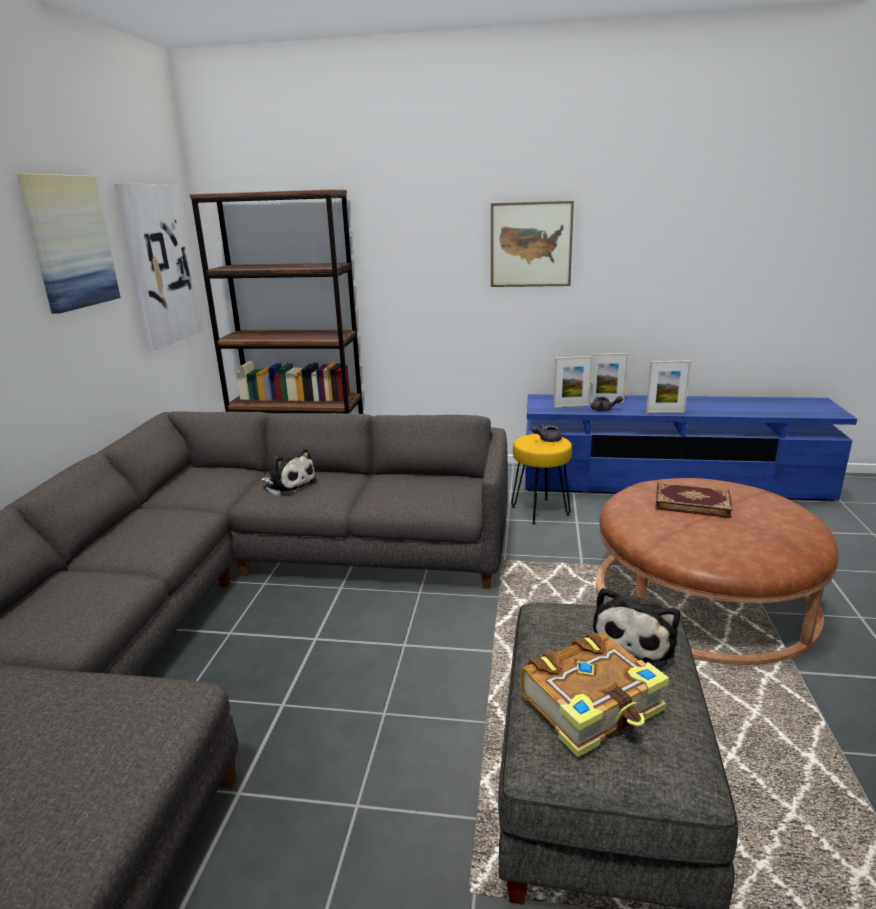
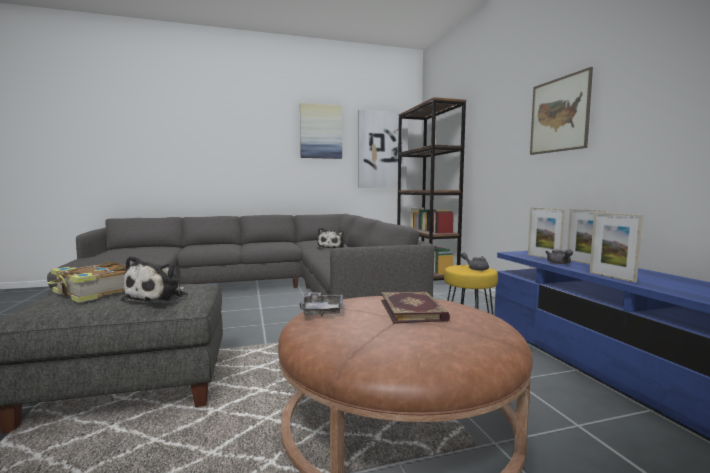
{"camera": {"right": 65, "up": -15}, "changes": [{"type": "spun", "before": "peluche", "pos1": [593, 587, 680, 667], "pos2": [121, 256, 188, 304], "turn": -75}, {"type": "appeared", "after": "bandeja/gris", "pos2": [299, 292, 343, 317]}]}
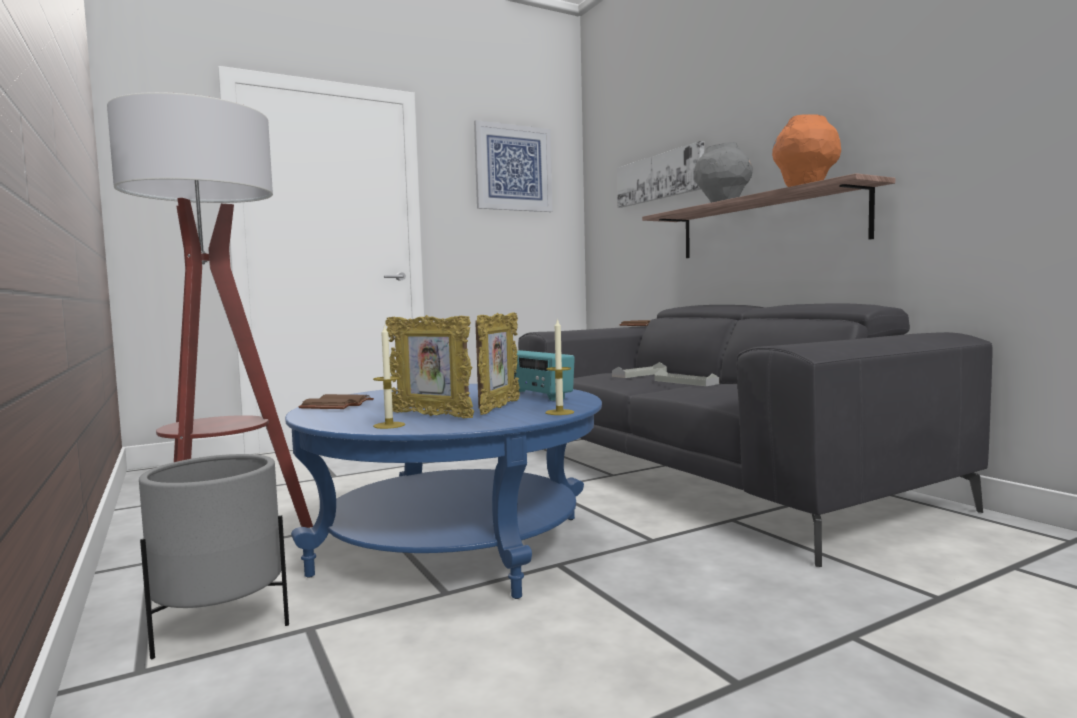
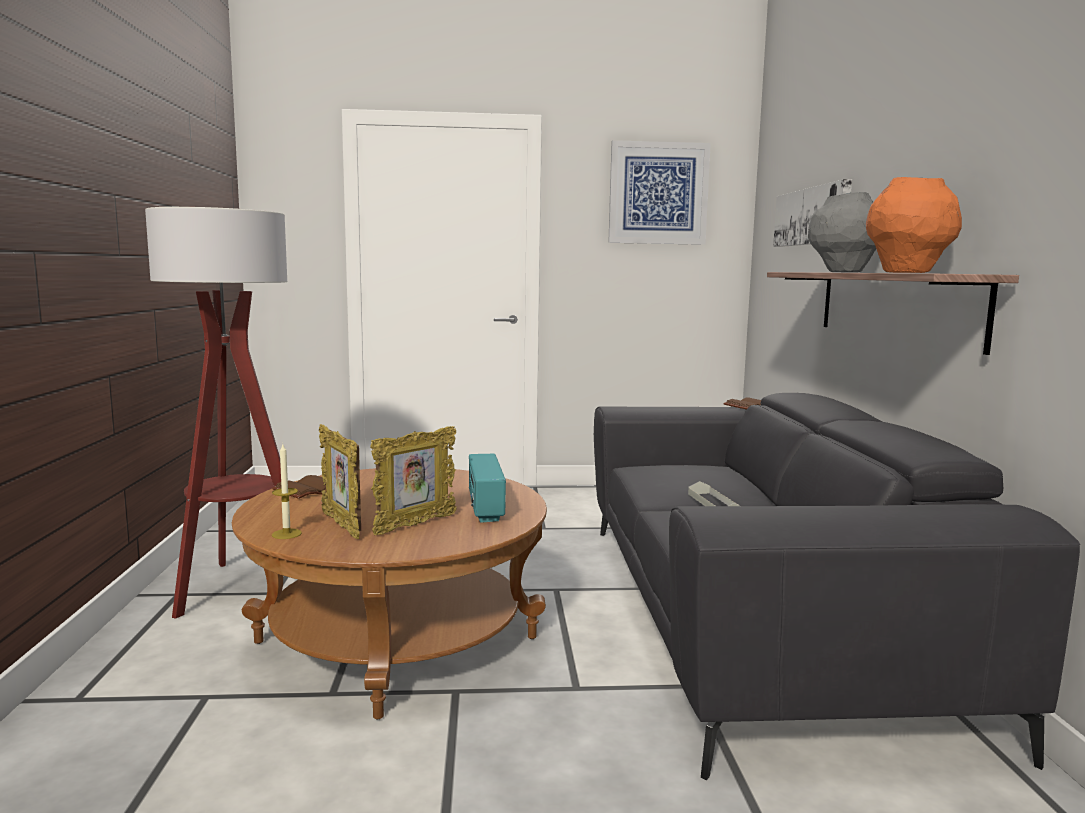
{"camera": {"right": 25, "up": 5}, "changes": [{"type": "colour", "before": "mesa de centro/azul", "after": "mesa de centro/marrón", "pos1": [285, 384, 602, 599], "pos2": [232, 468, 547, 719]}, {"type": "missing", "before": "maceta/gris", "pos1": [139, 454, 289, 659]}, {"type": "missing", "before": "vela", "pos1": [545, 318, 574, 415]}, {"type": "missing", "before": "bandeja/gris", "pos1": [612, 362, 667, 378]}]}
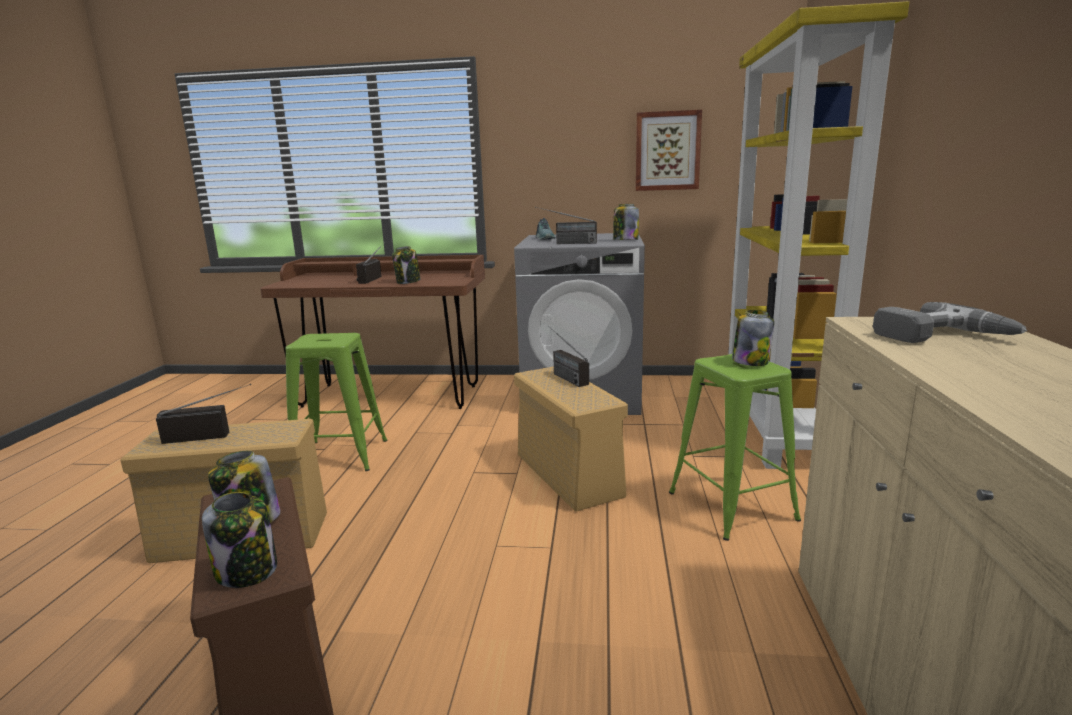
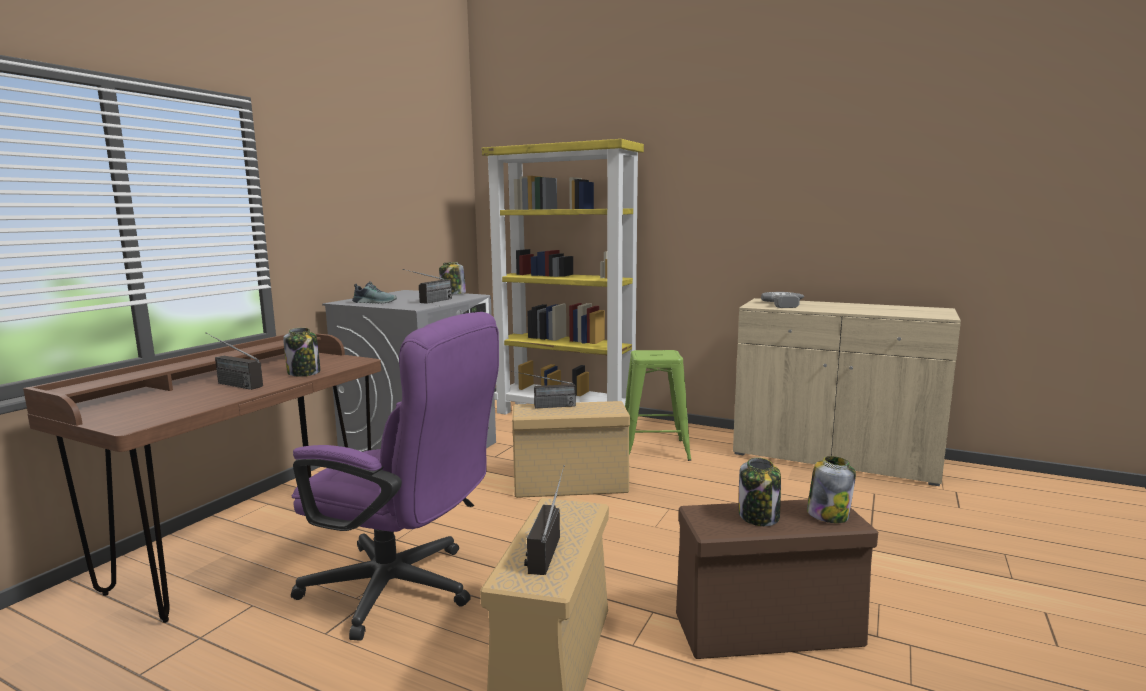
{"camera": {"right": -70, "up": -5}, "changes": [{"type": "exchanged", "before": "taburete/verde", "after": "silla de oficina/morado", "pos1": [285, 333, 387, 471], "pos2": [291, 312, 499, 641]}, {"type": "missing", "before": "cuadro", "pos1": [636, 110, 702, 191]}, {"type": "missing", "before": "tarro", "pos1": [732, 310, 774, 366]}]}
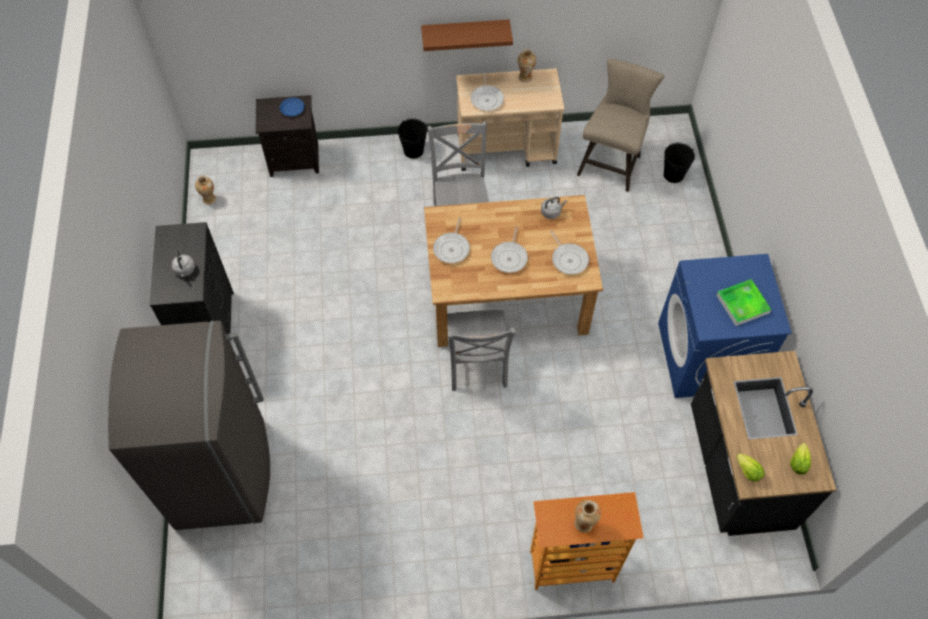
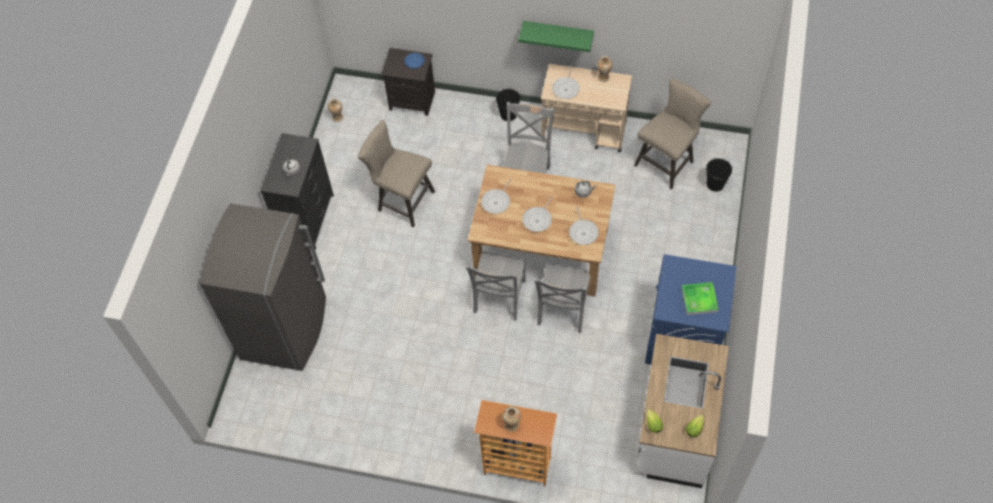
{"camera": {"right": 20, "up": 0}, "changes": [{"type": "appeared", "after": "taburete/beis", "pos2": [358, 120, 435, 228]}, {"type": "colour", "before": "estante/marrón", "after": "estante/verde", "pos1": [421, 19, 513, 51], "pos2": [518, 21, 594, 52]}, {"type": "appeared", "after": "silla/gris", "pos2": [534, 263, 591, 333]}, {"type": "colour", "before": "mueble bajo de cocina/negro", "after": "mueble bajo de cocina/blanco", "pos1": [691, 351, 836, 536], "pos2": [638, 334, 729, 488]}]}
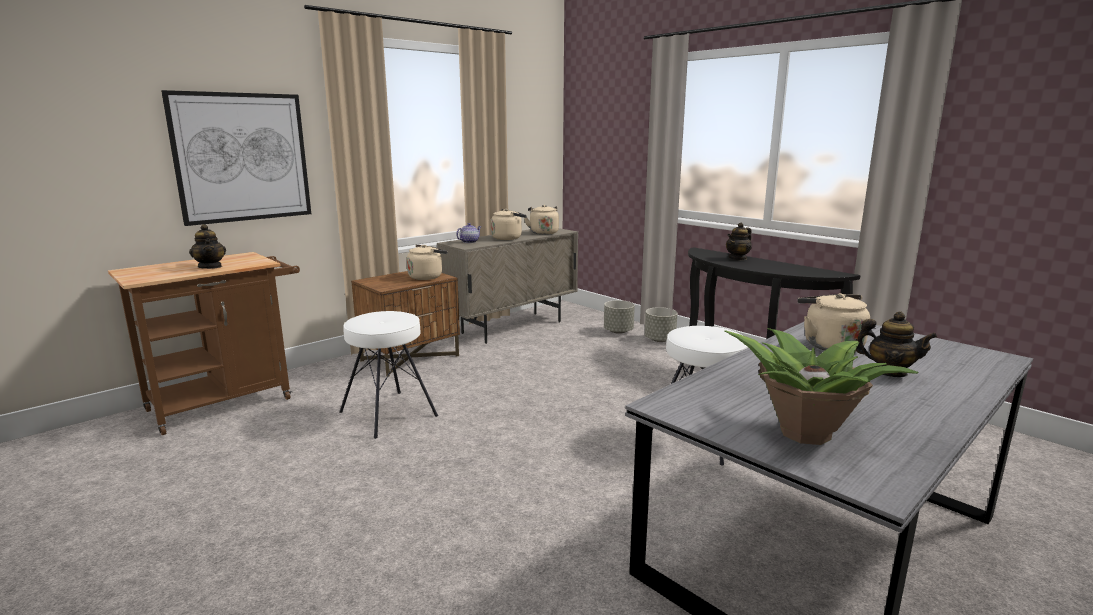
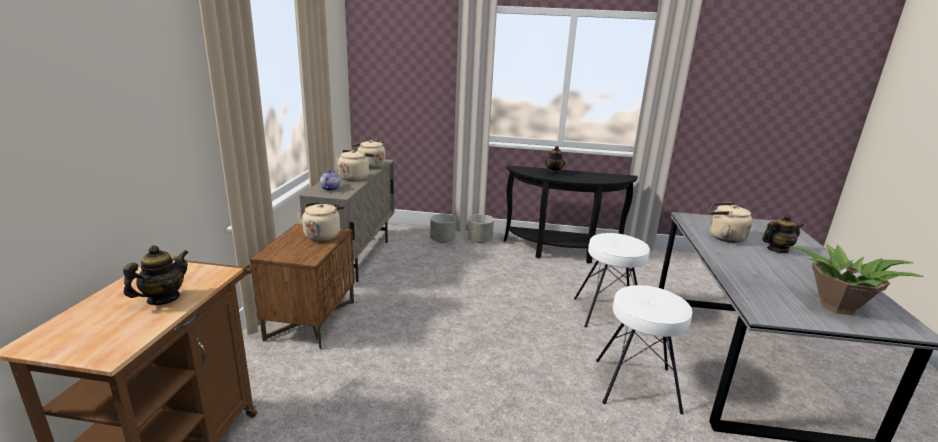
{"camera": {"right": -40, "up": 5}, "changes": [{"type": "spun", "before": "tetera", "pos1": [189, 224, 226, 269], "pos2": [123, 245, 189, 305], "turn": -75}, {"type": "relocated", "before": "taburete/blanco", "pos1": [339, 311, 438, 439], "pos2": [596, 285, 692, 415]}, {"type": "missing", "before": "cuadro", "pos1": [161, 90, 311, 226]}]}
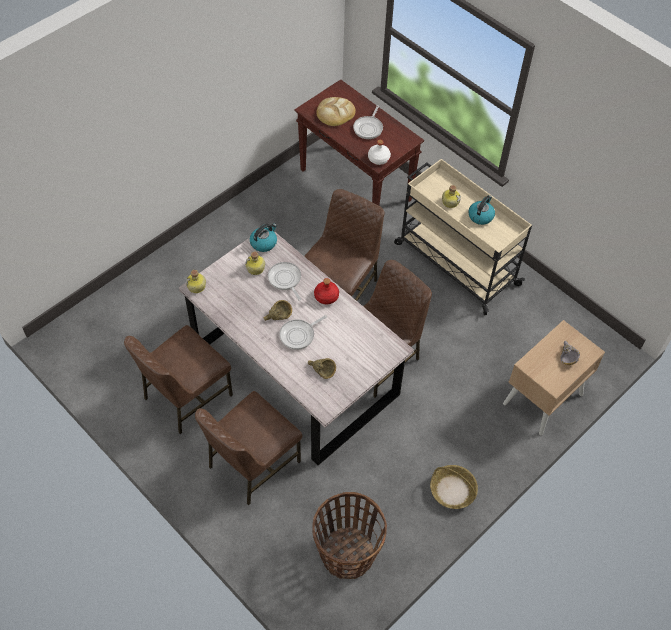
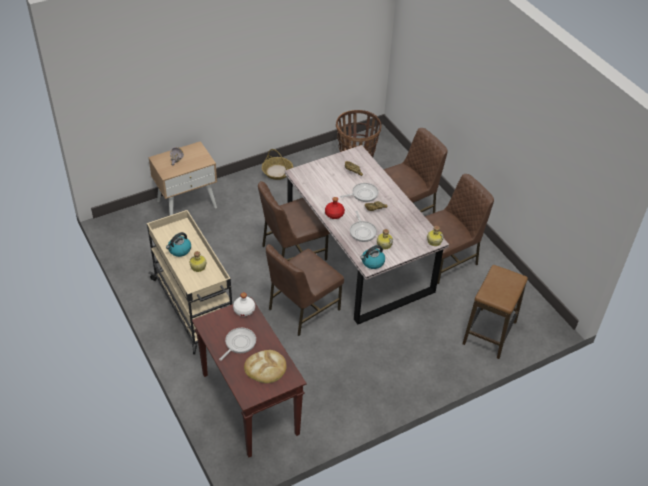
{"camera": {"right": -165, "up": -10}, "changes": [{"type": "appeared", "after": "taburete", "pos2": [462, 265, 528, 359]}]}
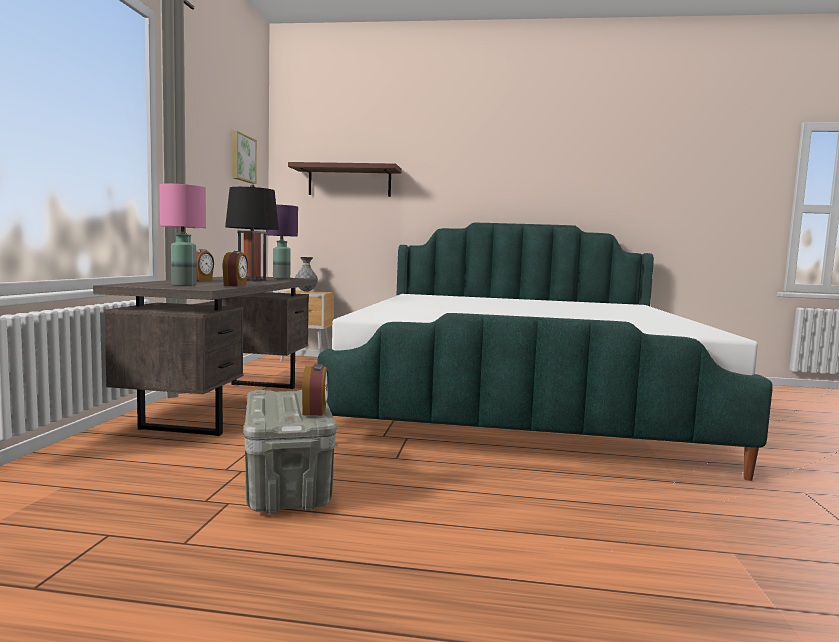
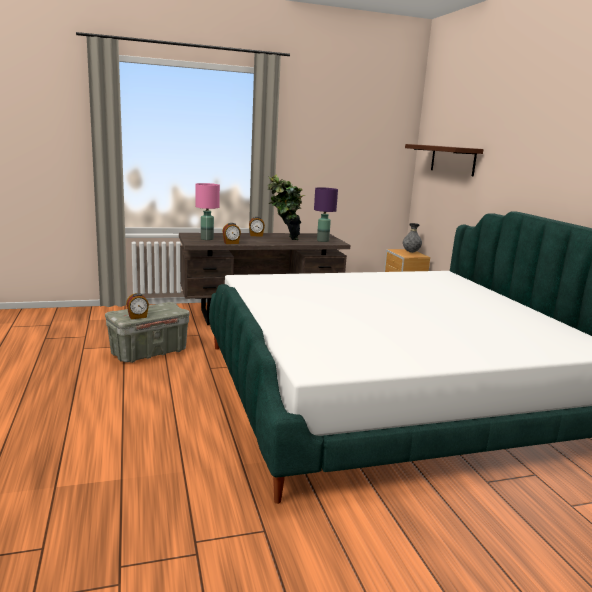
{"camera": {"right": 65, "up": 10}, "changes": [{"type": "exchanged", "before": "lámpara de mesa/negro", "after": "planta en maceta", "pos1": [225, 184, 279, 281], "pos2": [267, 174, 305, 240]}, {"type": "missing", "before": "cuadro", "pos1": [232, 131, 257, 184]}]}
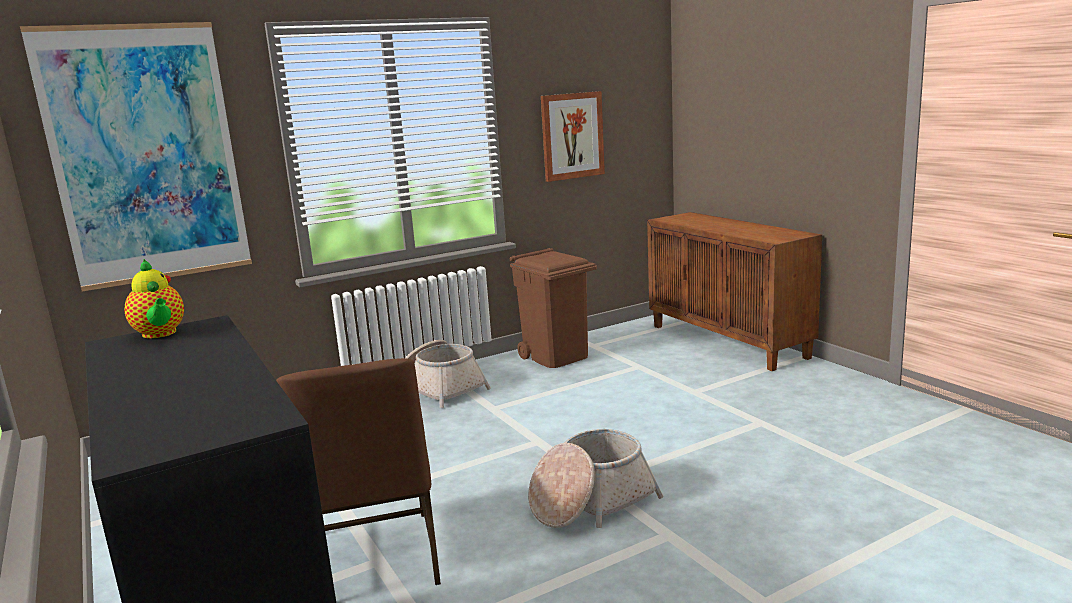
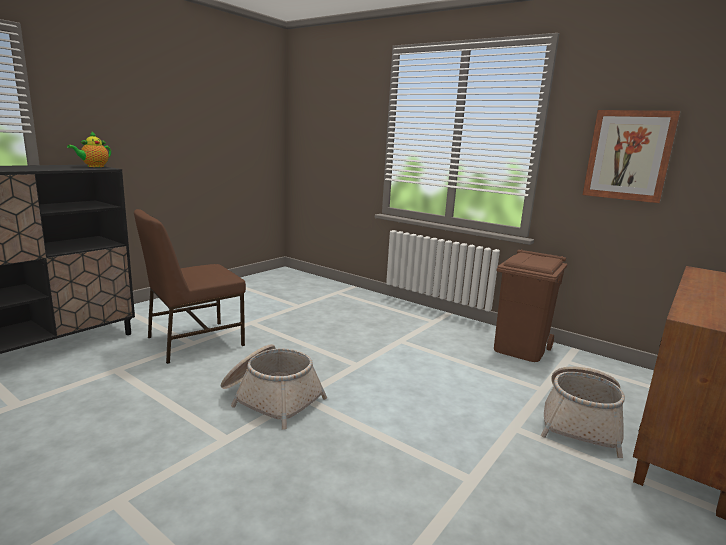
{"camera": {"right": 65, "up": 0}, "changes": [{"type": "relocated", "before": "cesta", "pos1": [406, 340, 491, 408], "pos2": [541, 367, 625, 458]}, {"type": "missing", "before": "cuadro", "pos1": [20, 22, 252, 292]}]}
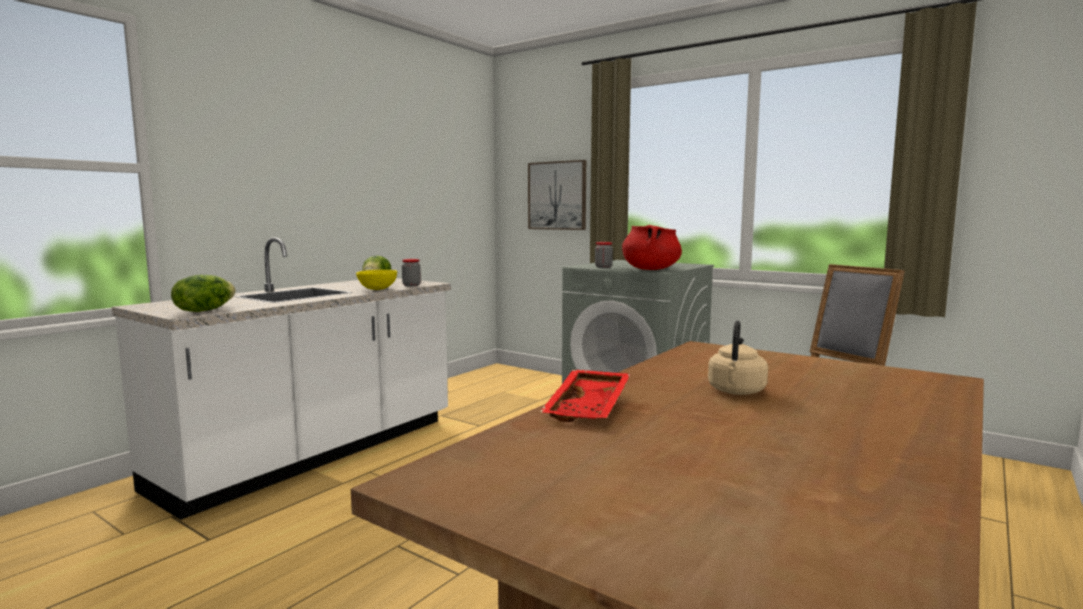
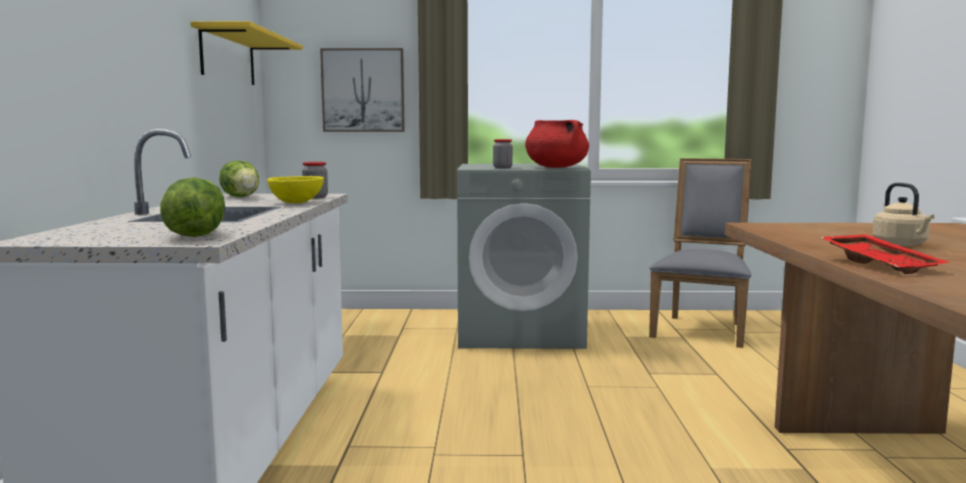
{"camera": {"right": -35, "up": 0}, "changes": [{"type": "appeared", "after": "estante/amarillo", "pos2": [191, 21, 303, 85]}]}
